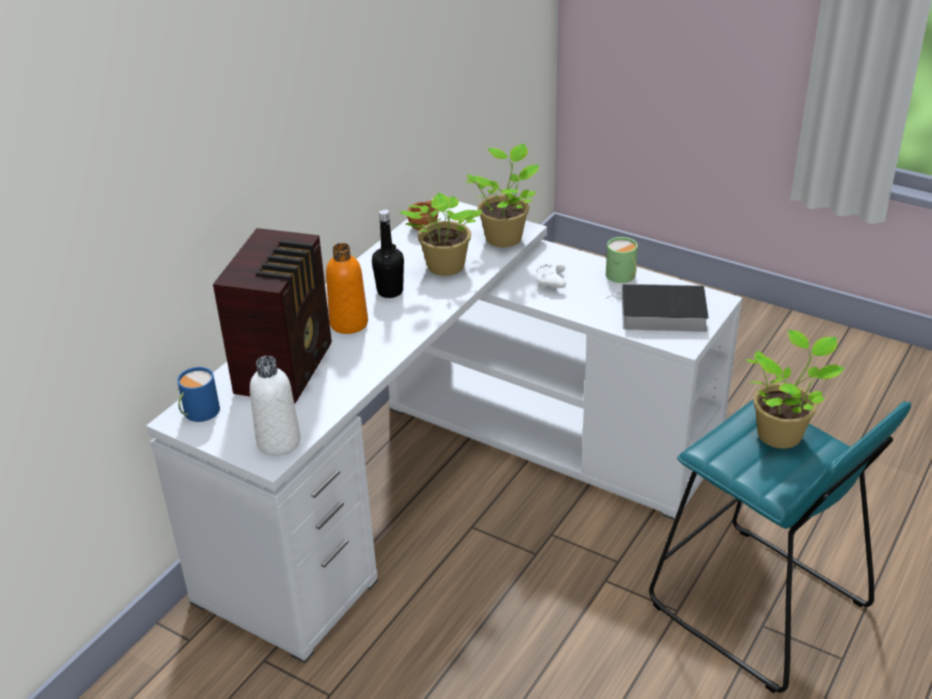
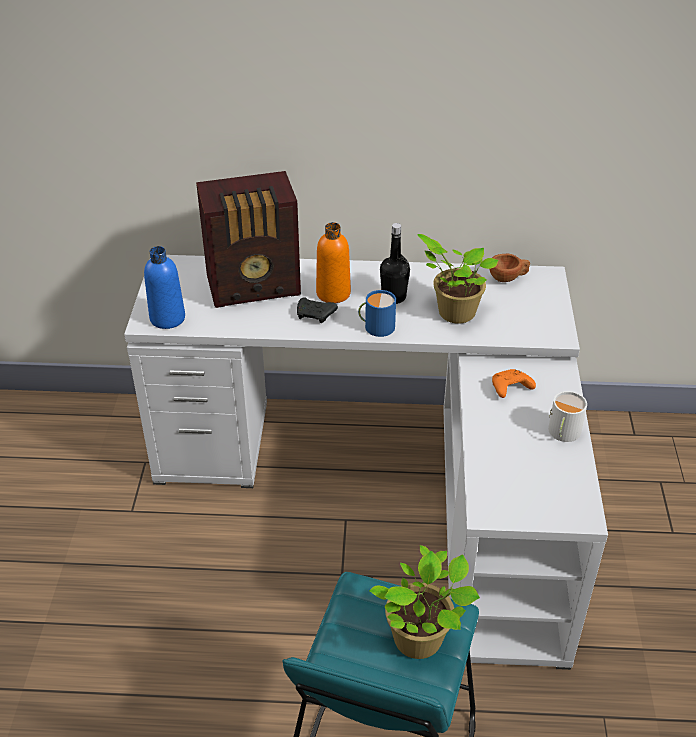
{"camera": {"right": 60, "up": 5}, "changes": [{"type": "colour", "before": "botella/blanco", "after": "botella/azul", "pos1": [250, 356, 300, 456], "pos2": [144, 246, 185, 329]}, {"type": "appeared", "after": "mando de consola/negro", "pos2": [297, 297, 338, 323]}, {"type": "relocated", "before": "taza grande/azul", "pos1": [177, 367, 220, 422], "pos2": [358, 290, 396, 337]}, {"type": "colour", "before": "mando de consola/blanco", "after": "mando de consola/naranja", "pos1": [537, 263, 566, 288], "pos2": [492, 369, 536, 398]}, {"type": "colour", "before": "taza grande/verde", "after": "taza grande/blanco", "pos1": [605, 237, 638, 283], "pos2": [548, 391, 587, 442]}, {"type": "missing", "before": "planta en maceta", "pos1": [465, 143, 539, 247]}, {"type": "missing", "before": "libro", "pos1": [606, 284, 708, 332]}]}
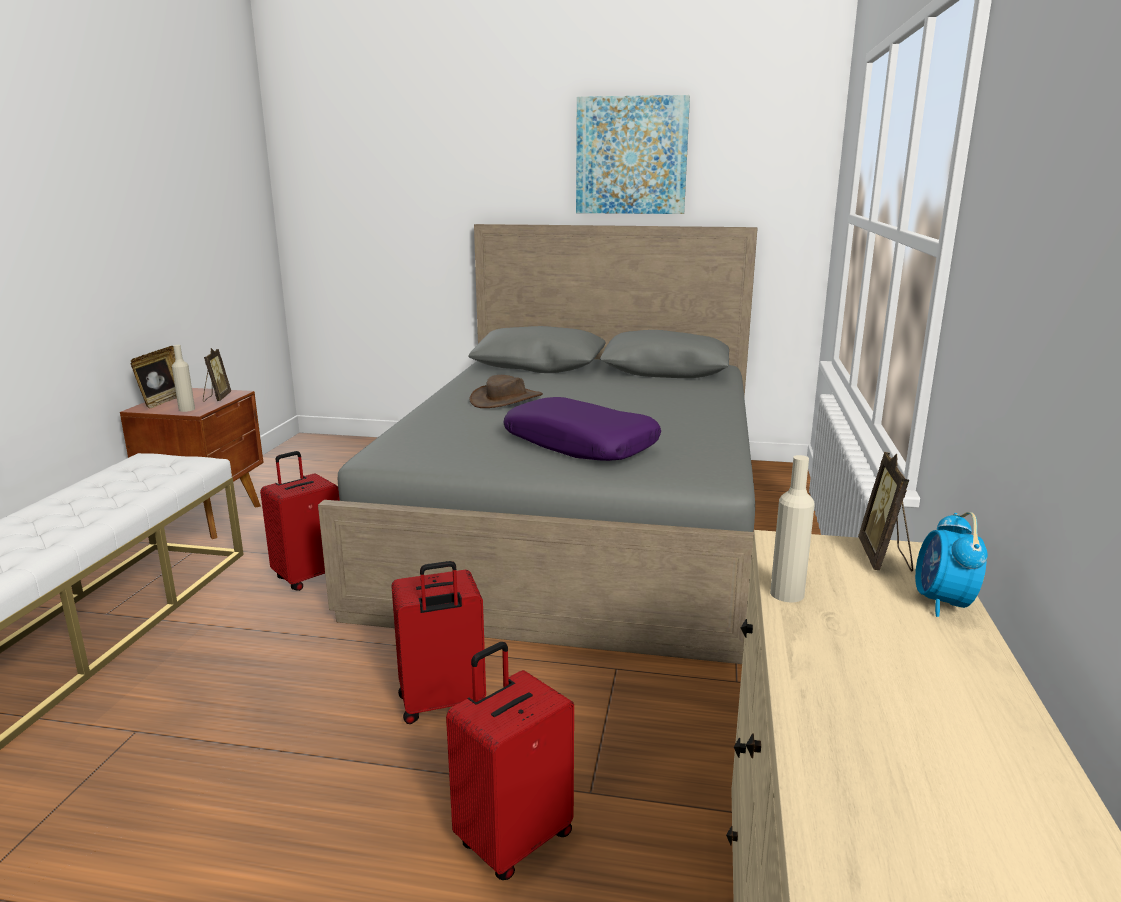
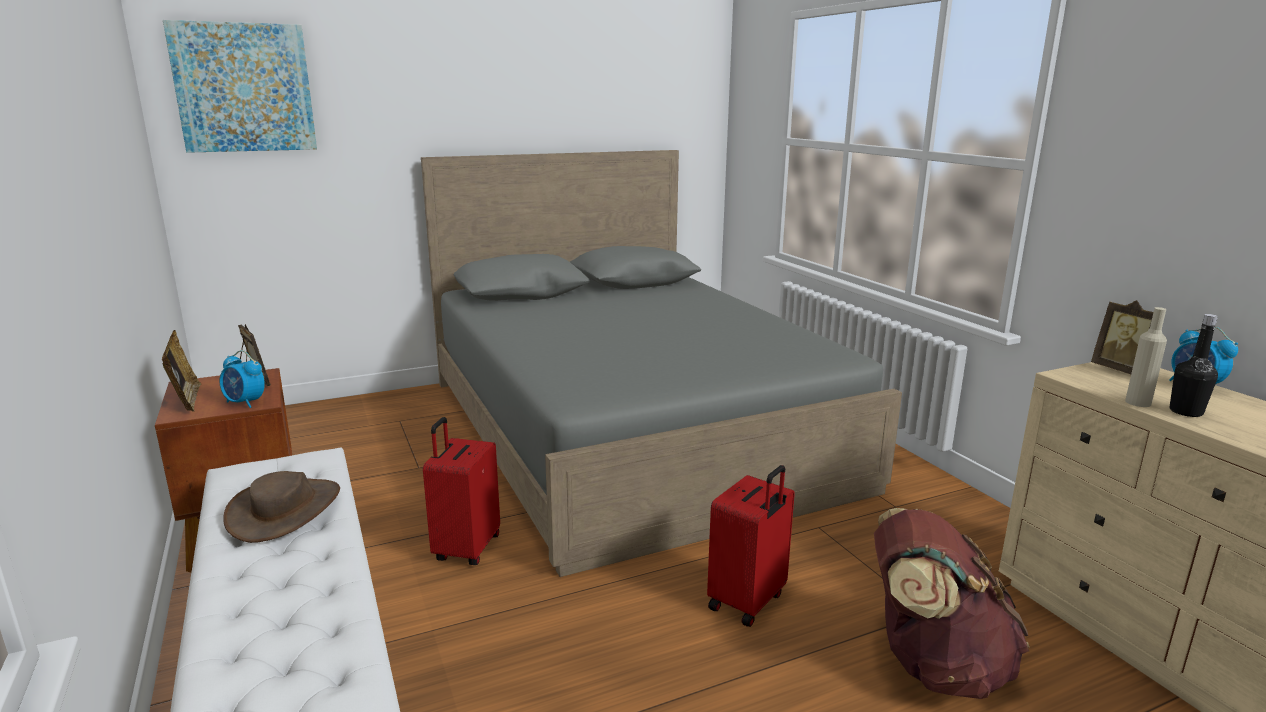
{"camera": {"right": -35, "up": 0}, "changes": [{"type": "relocated", "before": "cuadro", "pos1": [576, 95, 690, 214], "pos2": [163, 20, 317, 153]}, {"type": "exchanged", "before": "botella/beis", "after": "despertador", "pos1": [172, 345, 195, 412], "pos2": [219, 350, 265, 408]}, {"type": "relocated", "before": "sombrero/marrón", "pos1": [469, 375, 543, 408], "pos2": [223, 471, 340, 543]}, {"type": "exchanged", "before": "maleta/rojo", "after": "mochila/marrón", "pos1": [446, 642, 574, 880], "pos2": [874, 508, 1030, 699]}, {"type": "appeared", "after": "botella/negro", "pos2": [1170, 314, 1218, 417]}, {"type": "missing", "before": "cojín/morado", "pos1": [503, 397, 661, 461]}]}
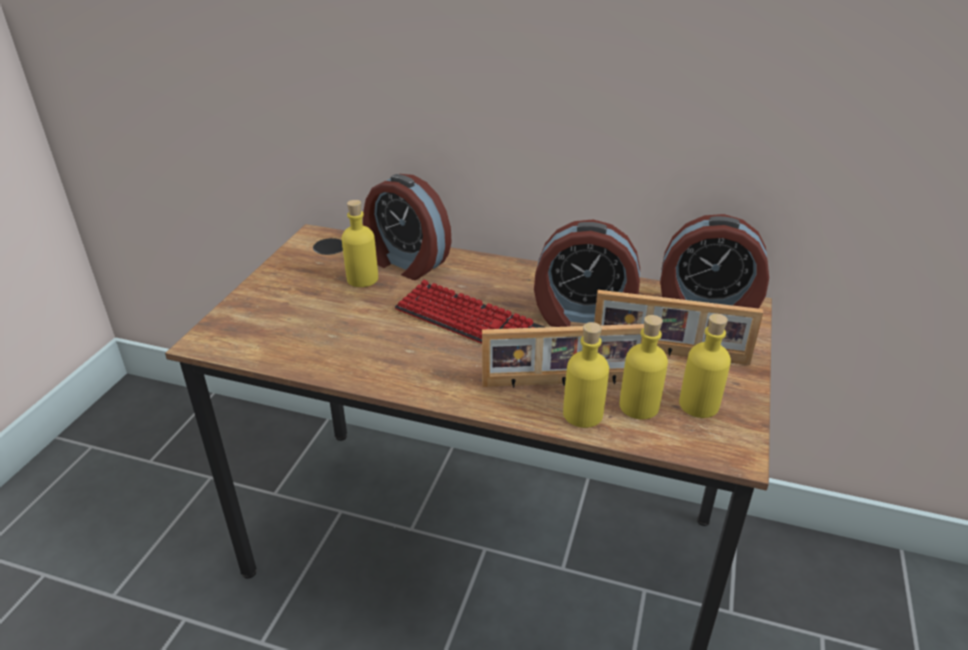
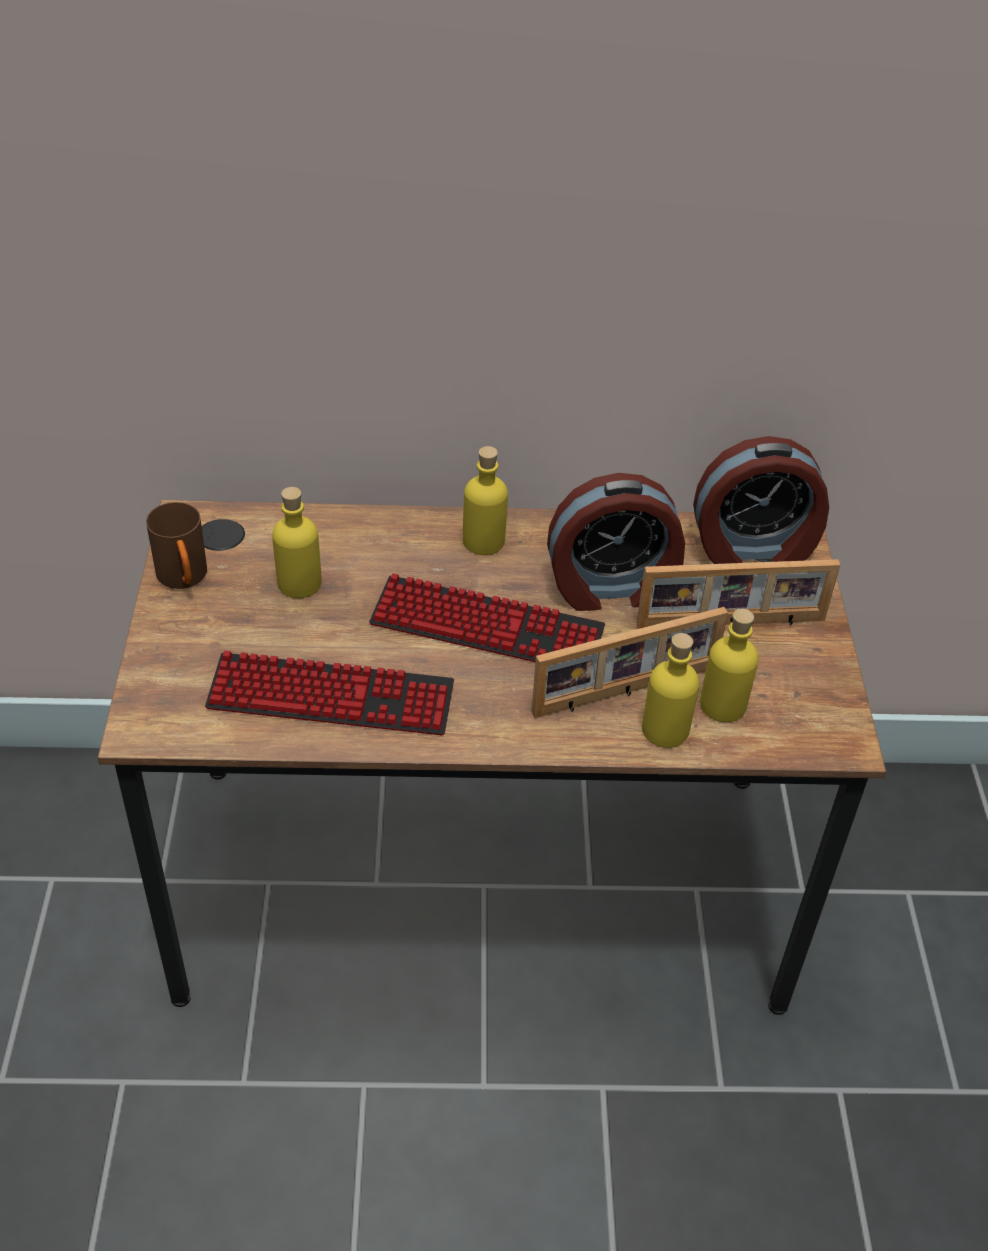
{"camera": {"right": -20, "up": 10}, "changes": [{"type": "appeared", "after": "taza grande/marrón", "pos2": [146, 502, 207, 589]}, {"type": "appeared", "after": "teclado", "pos2": [205, 651, 454, 736]}, {"type": "relocated", "before": "botella/amarillo", "pos1": [679, 314, 731, 418], "pos2": [463, 446, 508, 555]}, {"type": "missing", "before": "despertador", "pos1": [363, 174, 452, 280]}]}
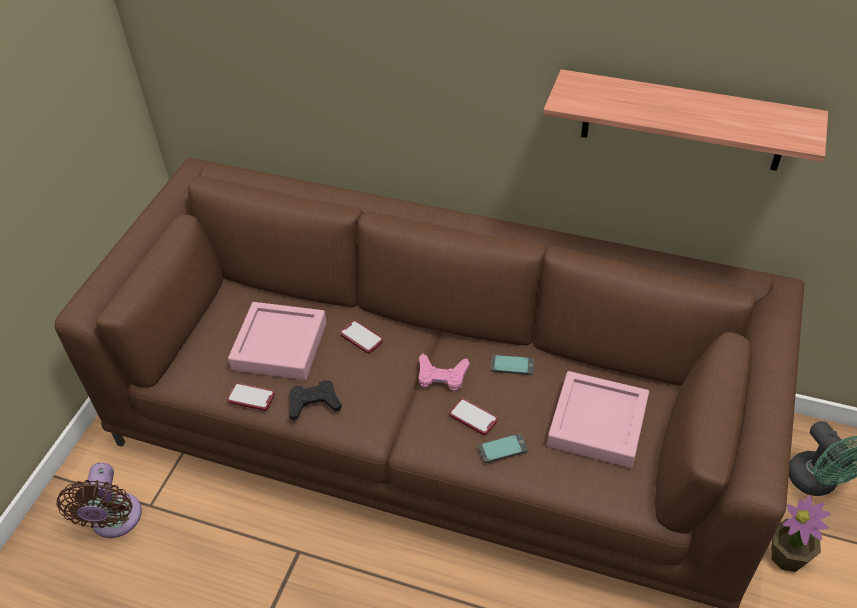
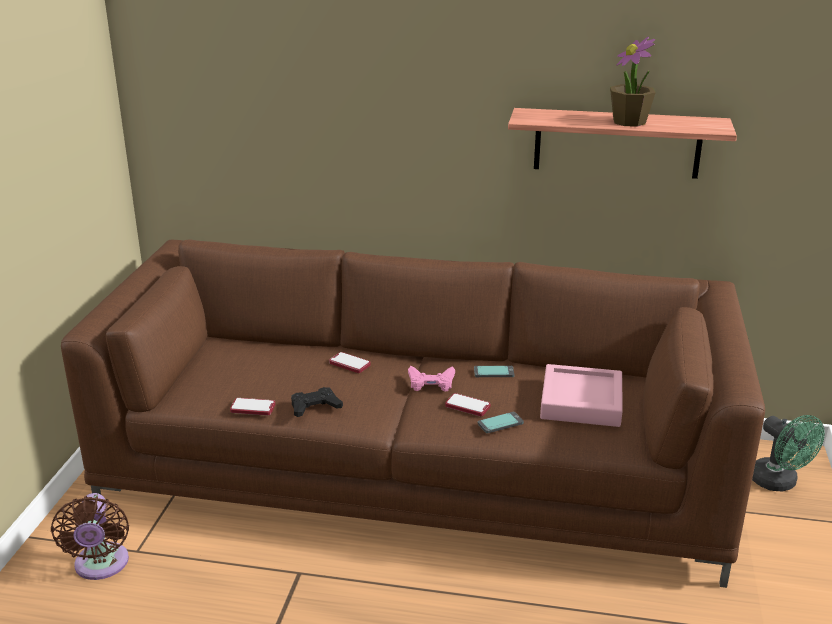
{"camera": {"right": -10, "up": -20}, "changes": [{"type": "relocated", "before": "planta en maceta", "pos1": [771, 495, 830, 572], "pos2": [610, 37, 656, 127]}, {"type": "missing", "before": "bandeja/rosa", "pos1": [228, 302, 327, 380]}]}
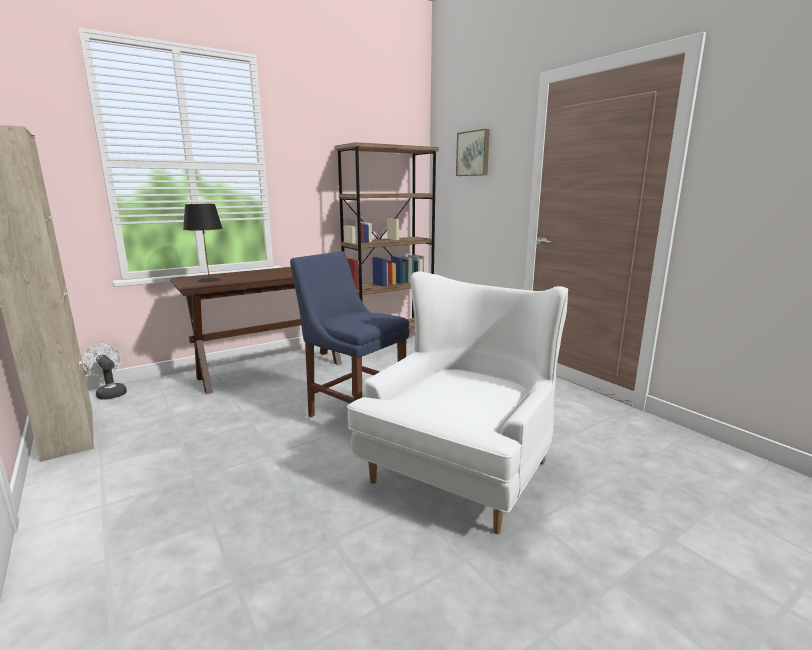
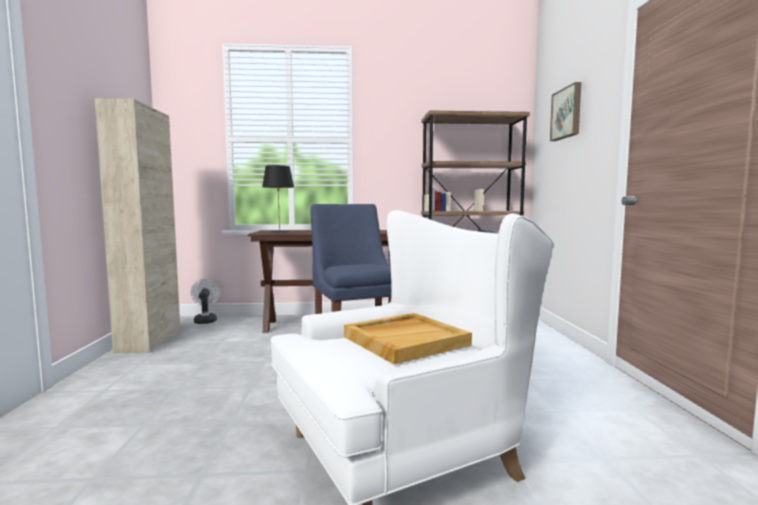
{"camera": {"right": 30, "up": -10}, "changes": [{"type": "appeared", "after": "bandeja/beis", "pos2": [344, 313, 472, 365]}]}
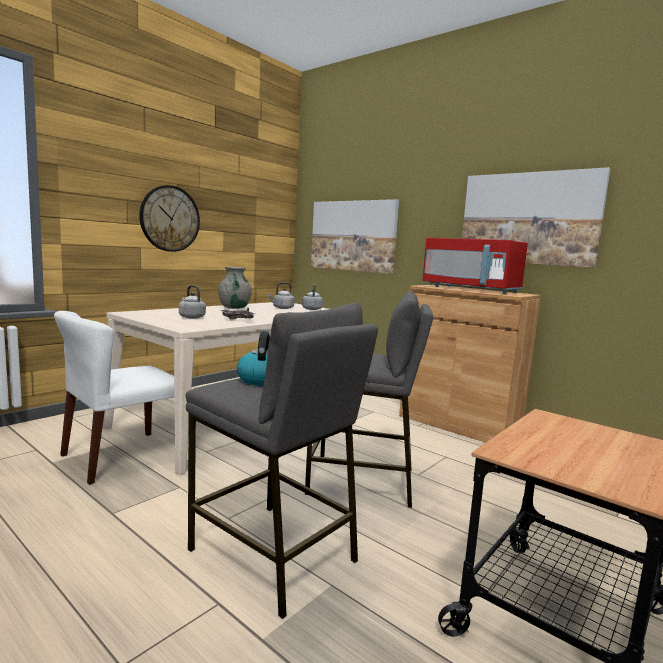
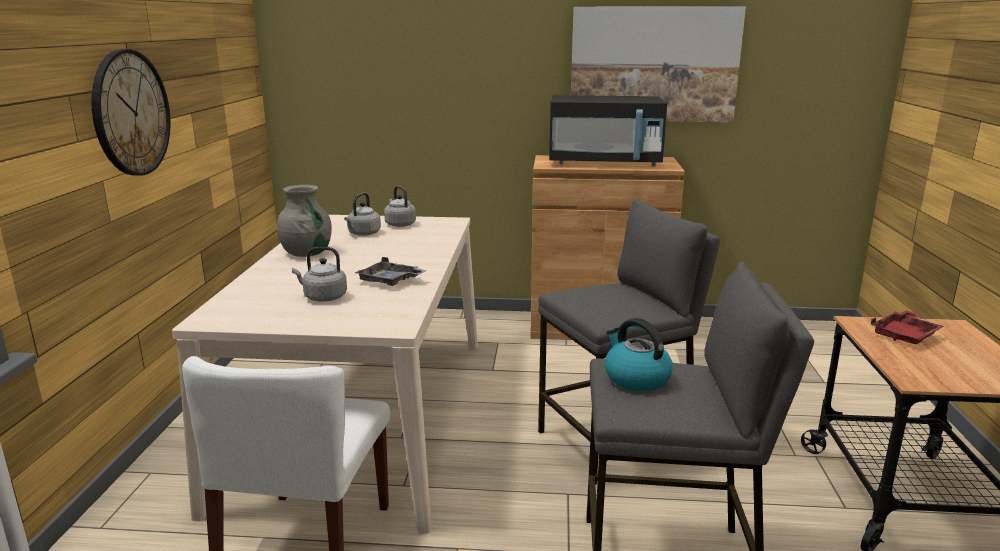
{"camera": {"right": -35, "up": 10}, "changes": [{"type": "colour", "before": "microondas/rojo", "after": "microondas/negro", "pos1": [423, 238, 528, 294], "pos2": [549, 95, 667, 166]}, {"type": "appeared", "after": "bandeja/rojo", "pos2": [871, 310, 944, 344]}, {"type": "missing", "before": "cuadro", "pos1": [311, 199, 399, 274]}]}
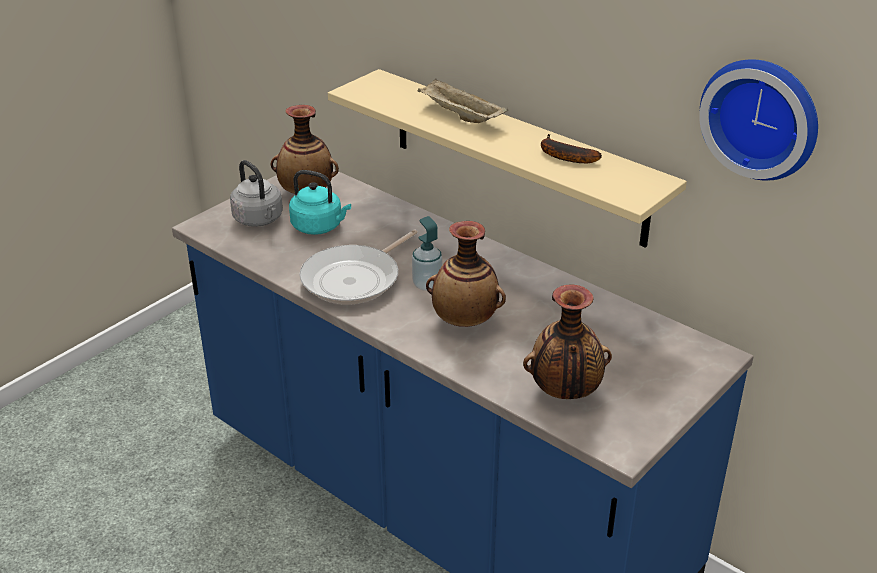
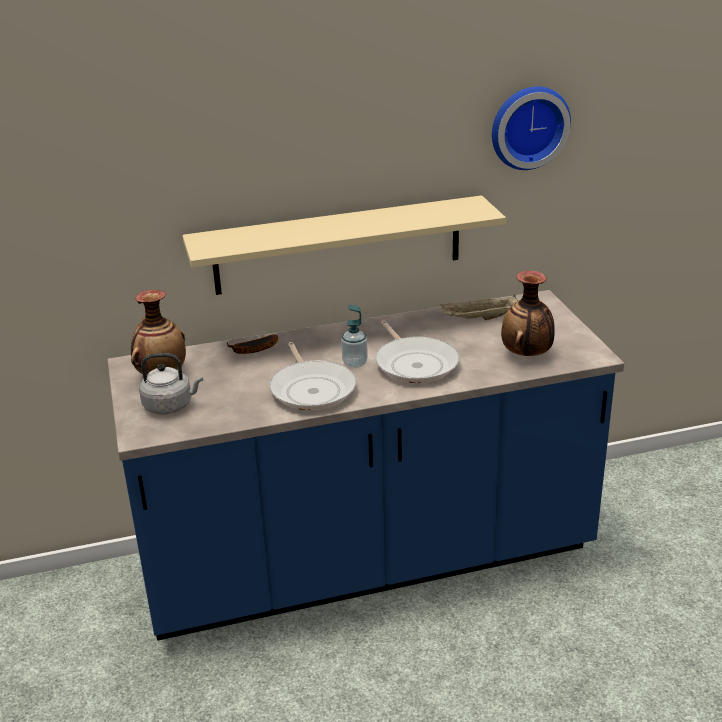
{"camera": {"right": -55, "up": -5}, "changes": [{"type": "relocated", "before": "plátano", "pos1": [541, 134, 602, 163], "pos2": [227, 334, 278, 354]}, {"type": "exchanged", "before": "florero", "after": "sartén", "pos1": [426, 221, 506, 327], "pos2": [375, 321, 459, 383]}, {"type": "relocated", "before": "bandeja/beis", "pos1": [417, 79, 508, 123], "pos2": [440, 295, 518, 320]}, {"type": "missing", "before": "hervidor/turquesa", "pos1": [289, 170, 351, 235]}]}
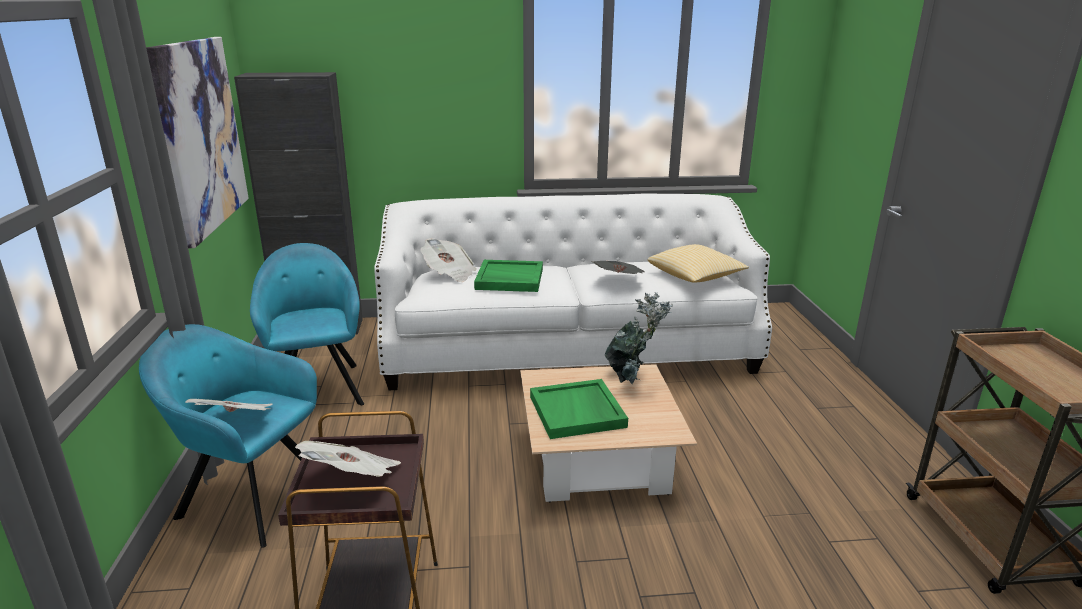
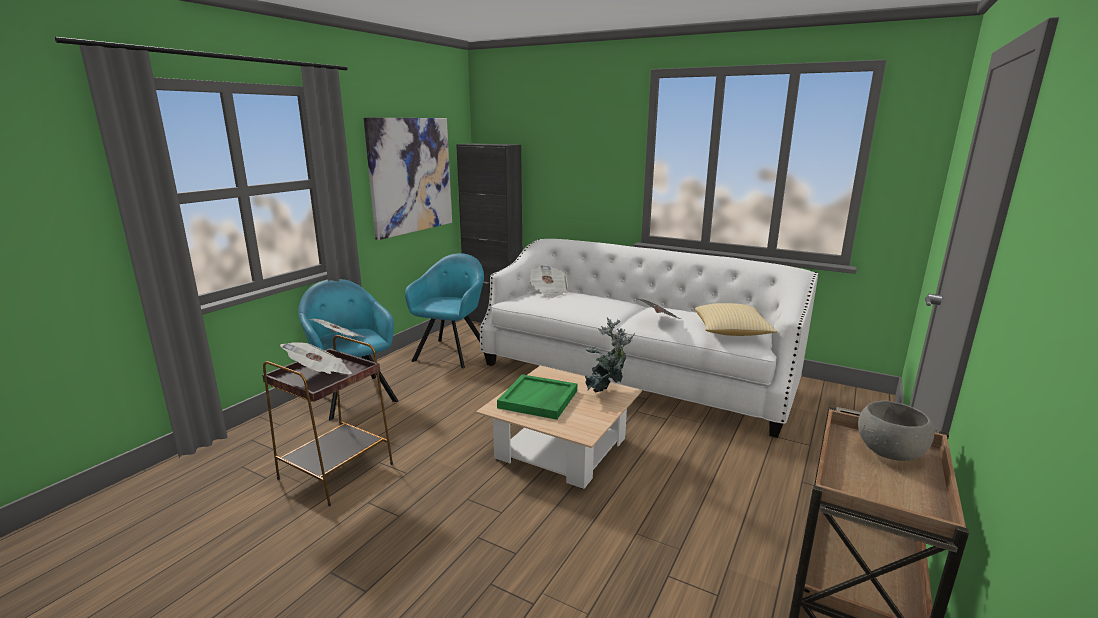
{"camera": {"right": 35, "up": -5}, "changes": [{"type": "appeared", "after": "cuenco/gris", "pos2": [858, 401, 934, 461]}, {"type": "missing", "before": "bandeja/verde", "pos1": [474, 260, 543, 292]}]}
